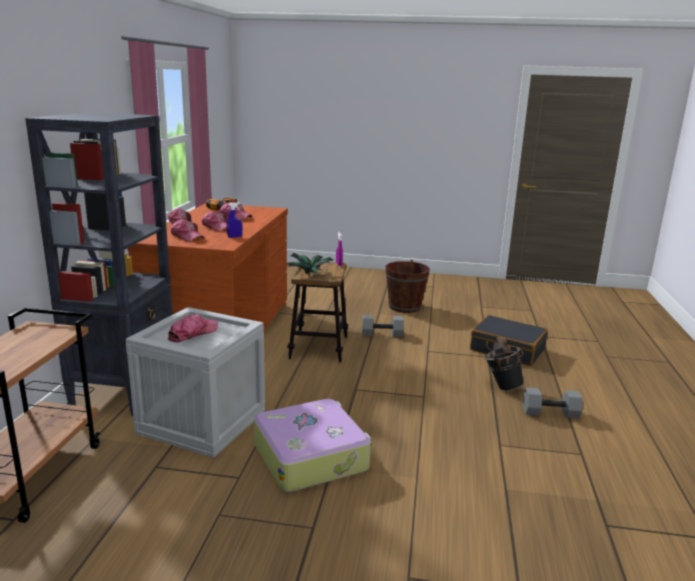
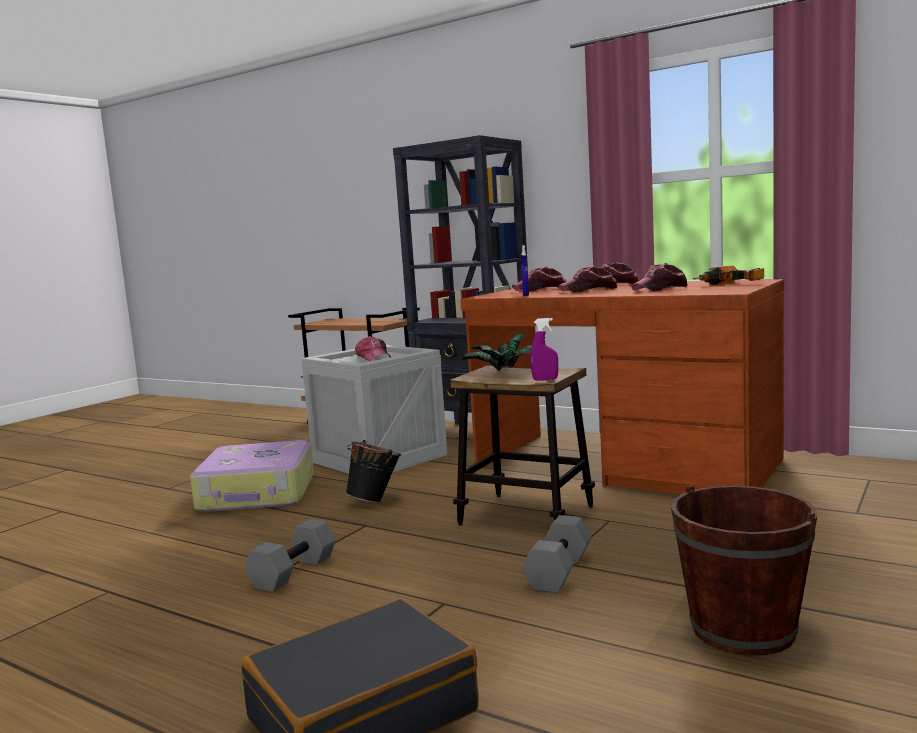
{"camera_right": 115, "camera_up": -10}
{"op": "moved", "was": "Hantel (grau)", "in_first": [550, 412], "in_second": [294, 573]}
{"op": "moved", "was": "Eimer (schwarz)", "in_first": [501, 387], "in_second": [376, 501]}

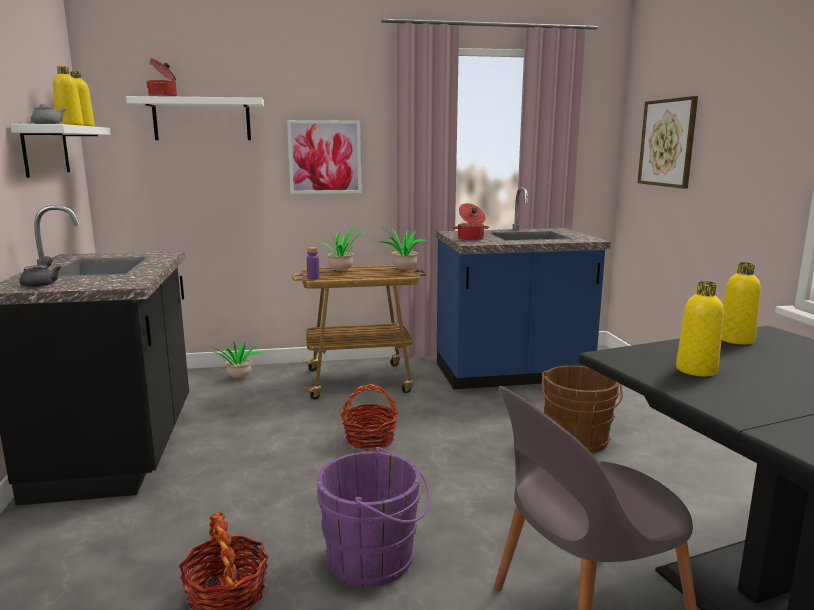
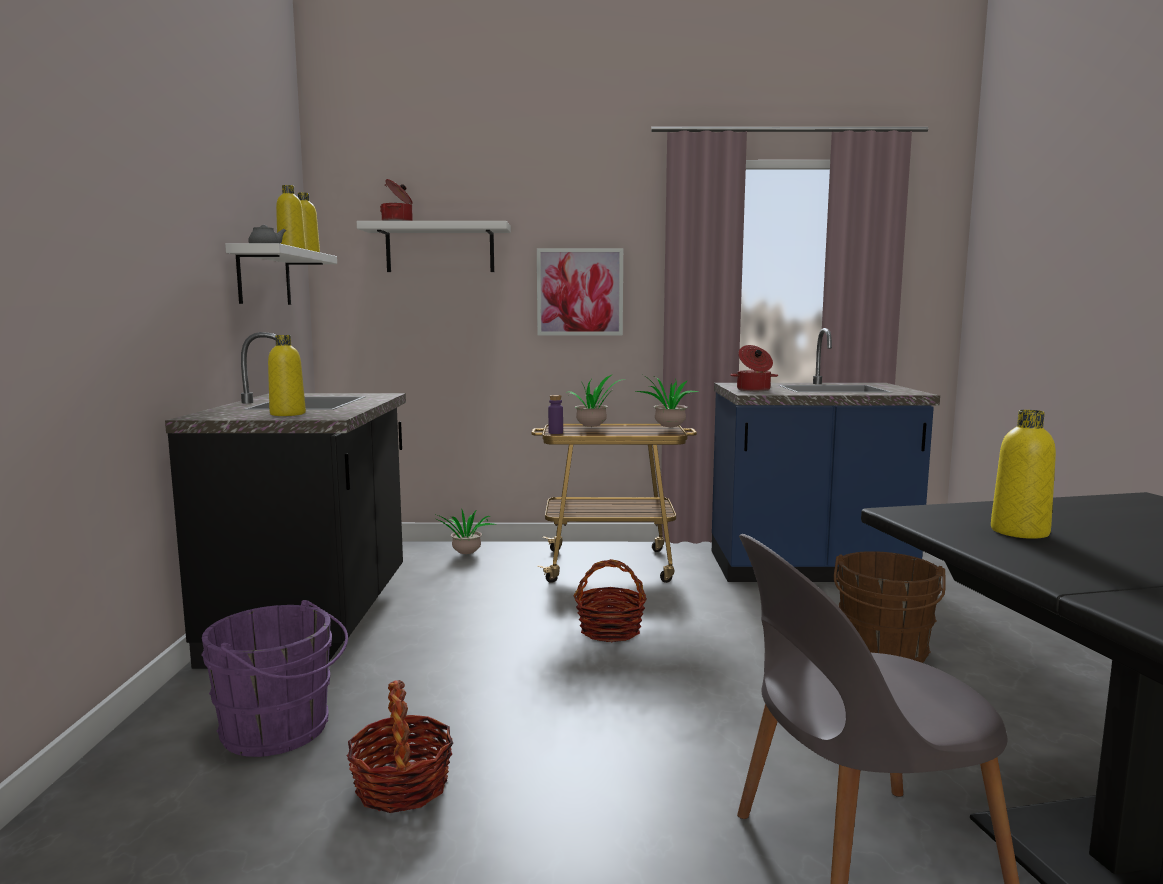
{"camera_right": 10, "camera_up": -5}
{"op": "moved", "was": "Eimer (lila)", "in_first": [376, 559], "in_second": [281, 731]}
{"op": "moved", "was": "Flasche (gelb)", "in_first": [736, 339], "in_second": [287, 414]}
{"op": "removed", "was": "Teekanne (grau)", "in_first": [41, 284]}
{"op": "removed", "was": "Bild", "in_first": [667, 143]}

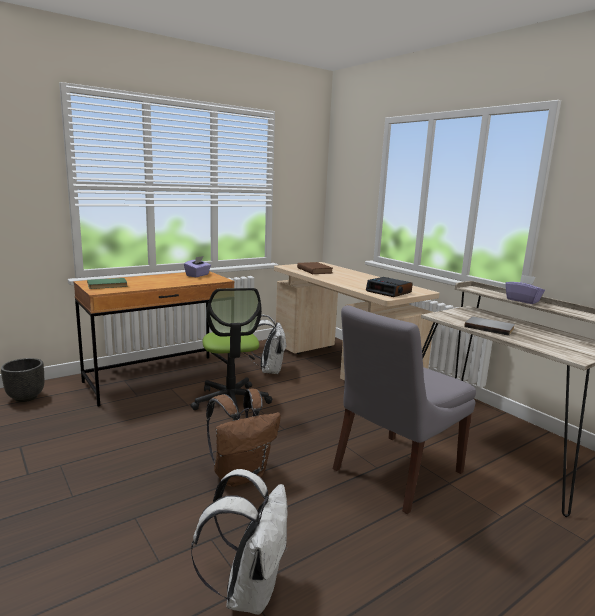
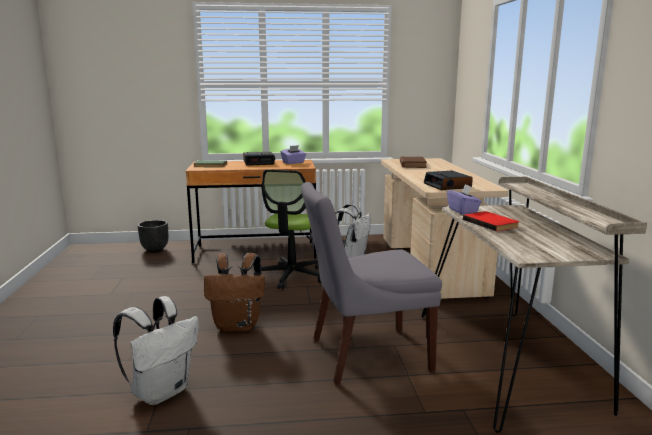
{"camera_right": 30, "camera_up": 0}
{"op": "added", "now": "Wecker", "in_second": [259, 162]}
{"op": "moved", "was": "Taschentuchbox (lila)", "in_first": [522, 300], "in_second": [463, 211]}
{"op": "recoloured", "was": "Buch (grau)", "now": "Buch (rot)", "in_first": [489, 327], "in_second": [491, 223]}

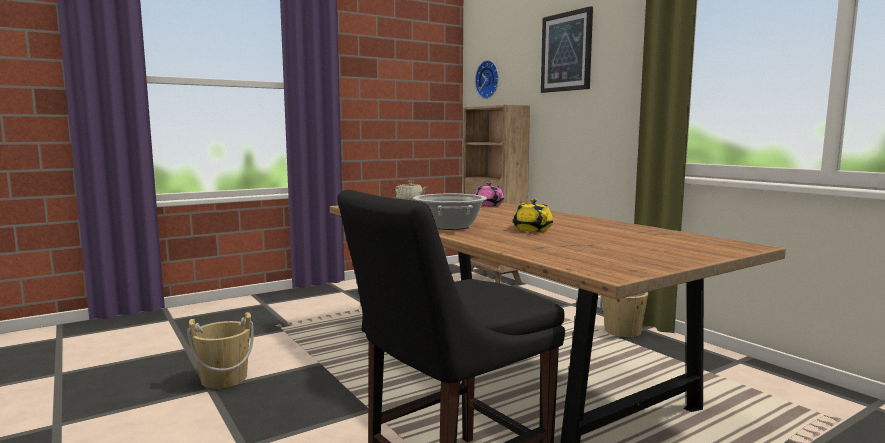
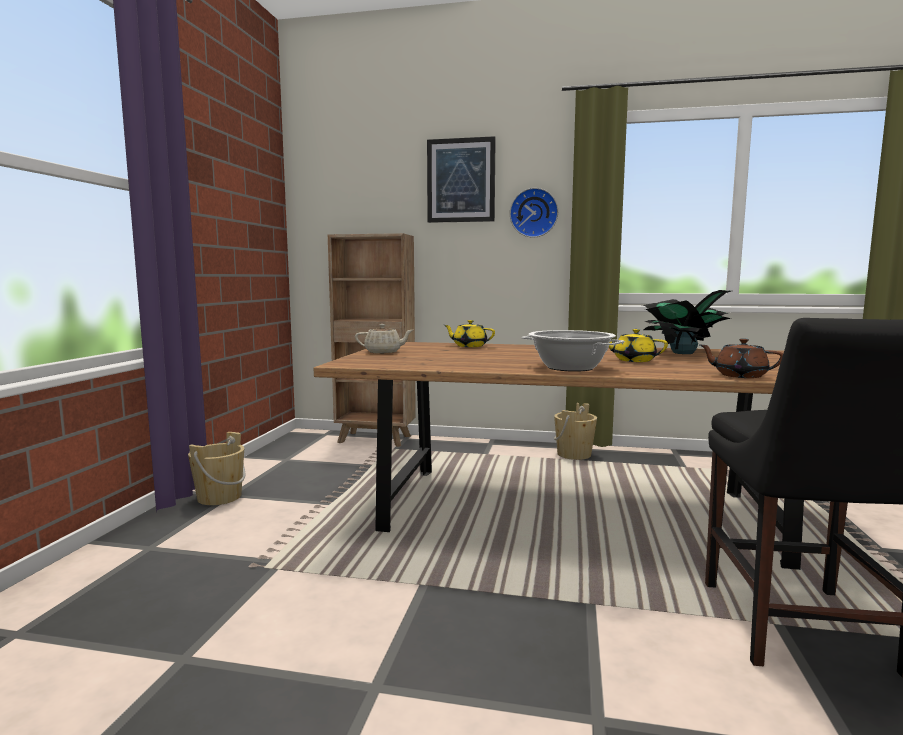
{"camera_right": -45, "camera_up": 0}
{"op": "moved", "was": "Eimer (beige)", "in_first": [224, 379], "in_second": [219, 497]}
{"op": "recoloured", "was": "Teekanne (rosa)", "now": "Teekanne (gelb)", "in_first": [488, 205], "in_second": [469, 346]}
{"op": "moved", "was": "Wanduhr", "in_first": [489, 79], "in_second": [534, 213]}
{"op": "added", "now": "Topfpflanze", "in_second": [682, 353]}
{"op": "added", "now": "Teekanne (braun)", "in_second": [739, 375]}

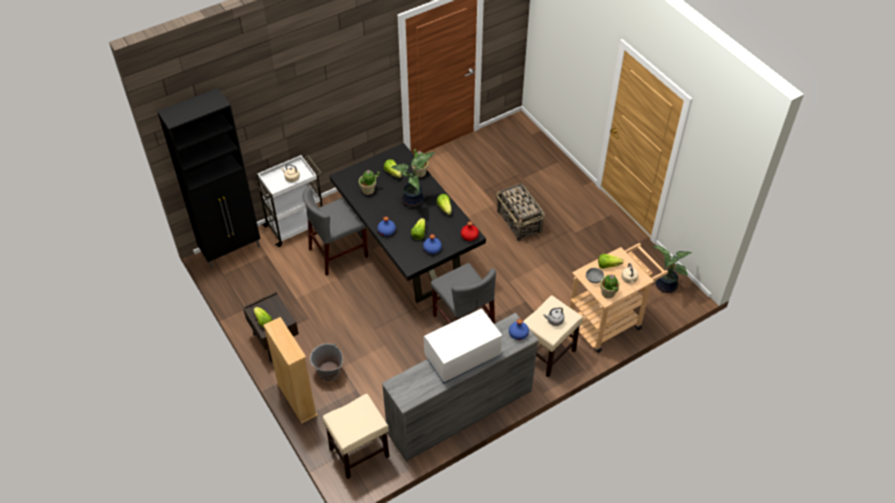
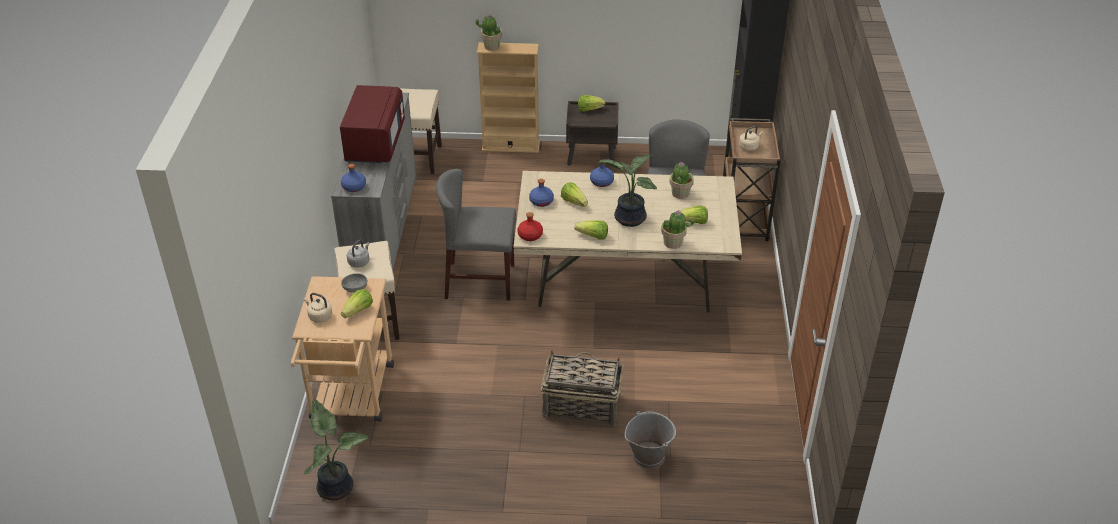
{"camera_right": 125, "camera_up": -10}
{"op": "recoloured", "was": "Mikrowelle (weiß)", "now": "Mikrowelle (rot)", "in_first": [462, 357], "in_second": [375, 143]}
{"op": "moved", "was": "Topfpflanze", "in_first": [608, 293], "in_second": [491, 46]}
{"op": "recoloured", "was": "Esstisch (schwarz)", "now": "Esstisch (beige)", "in_first": [408, 252], "in_second": [622, 286]}
{"op": "moved", "was": "Eimer (grau)", "in_first": [328, 372], "in_second": [648, 456]}
{"op": "recoloured", "was": "Rollwagen (weiß)", "now": "Rollwagen (braun)", "in_first": [296, 225], "in_second": [743, 221]}

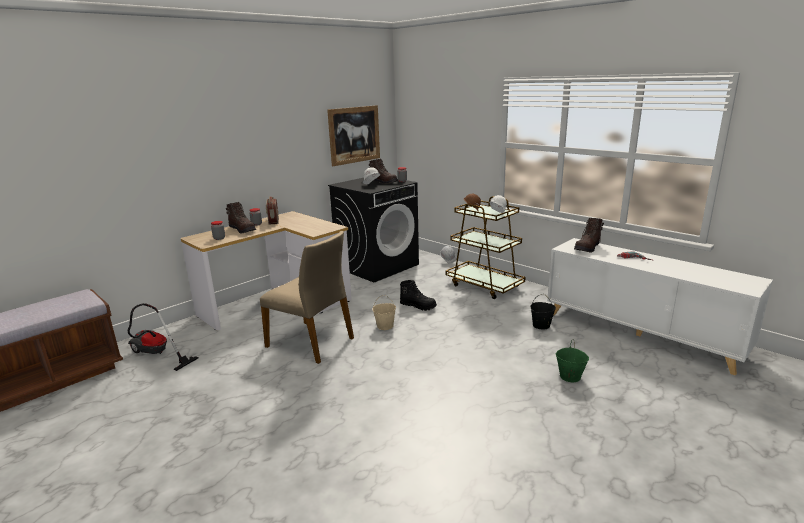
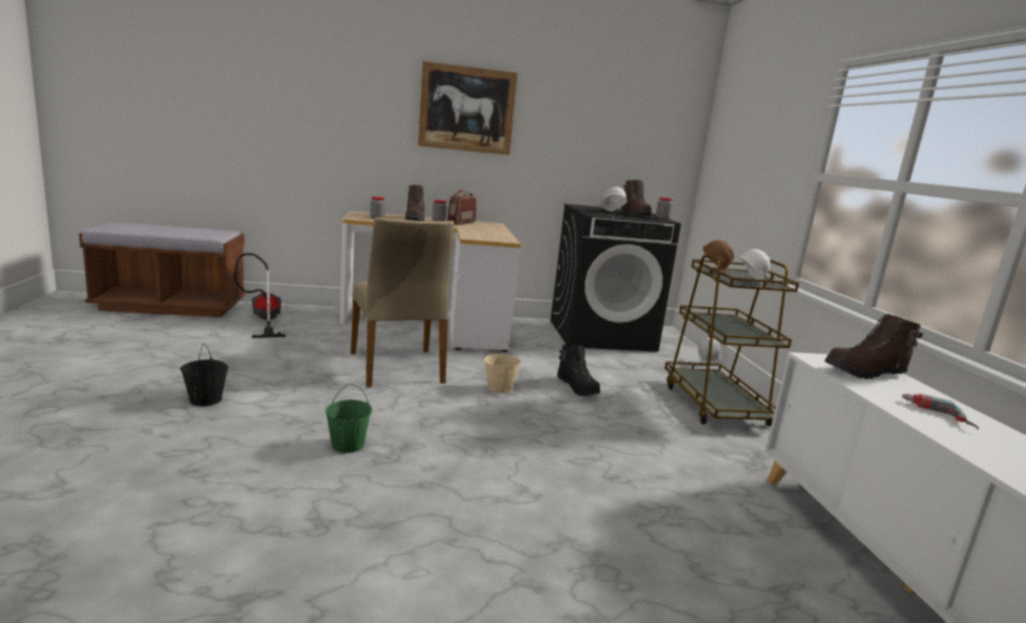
{"camera_right": 35, "camera_up": -5}
{"op": "moved", "was": "Eimer (schwarz)", "in_first": [541, 325], "in_second": [205, 400]}
{"op": "moved", "was": "Eimer (grün)", "in_first": [569, 376], "in_second": [347, 445]}
{"op": "moved", "was": "Bild", "in_first": [354, 135], "in_second": [467, 109]}

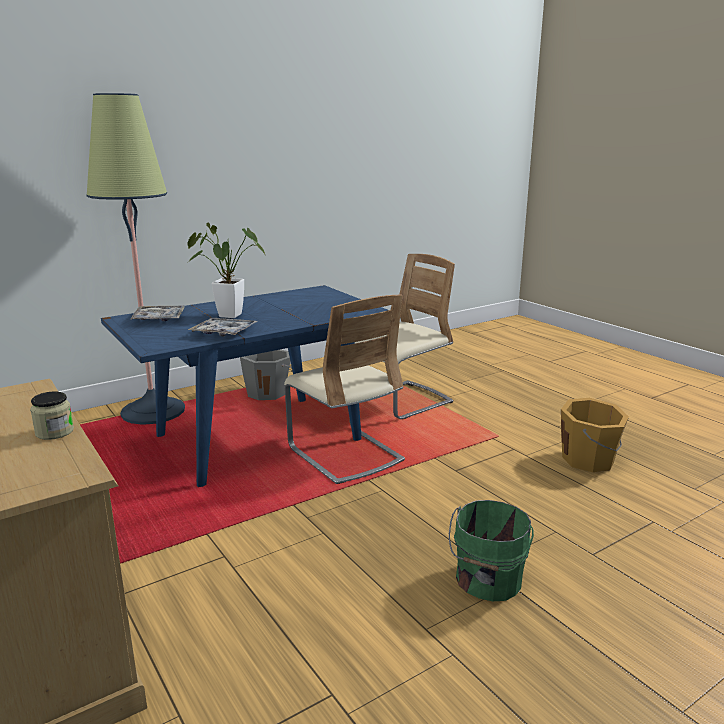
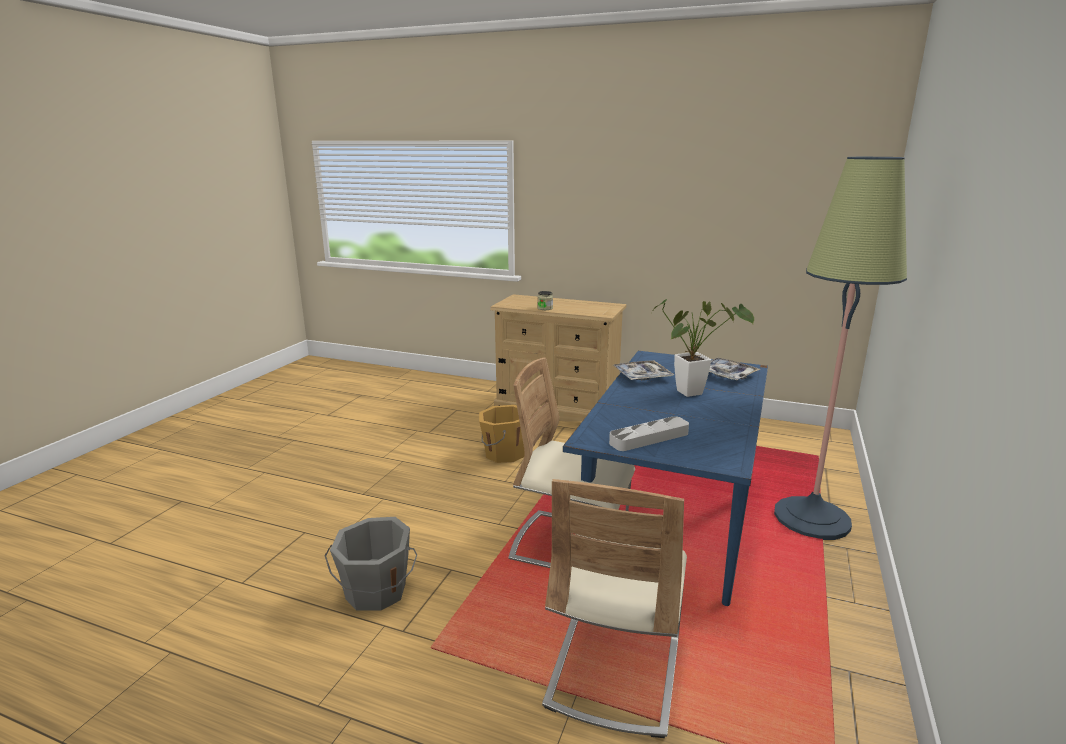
{"camera_right": 145, "camera_up": 0}
{"op": "moved", "was": "Eimer (grau)", "in_first": [268, 393], "in_second": [376, 592]}
{"op": "moved", "was": "Eimer (orange)", "in_first": [589, 460], "in_second": [504, 453]}
{"op": "added", "now": "Tablett (grau)", "in_second": [649, 438]}
{"op": "removed", "was": "Eimer (grün)", "in_first": [487, 580]}

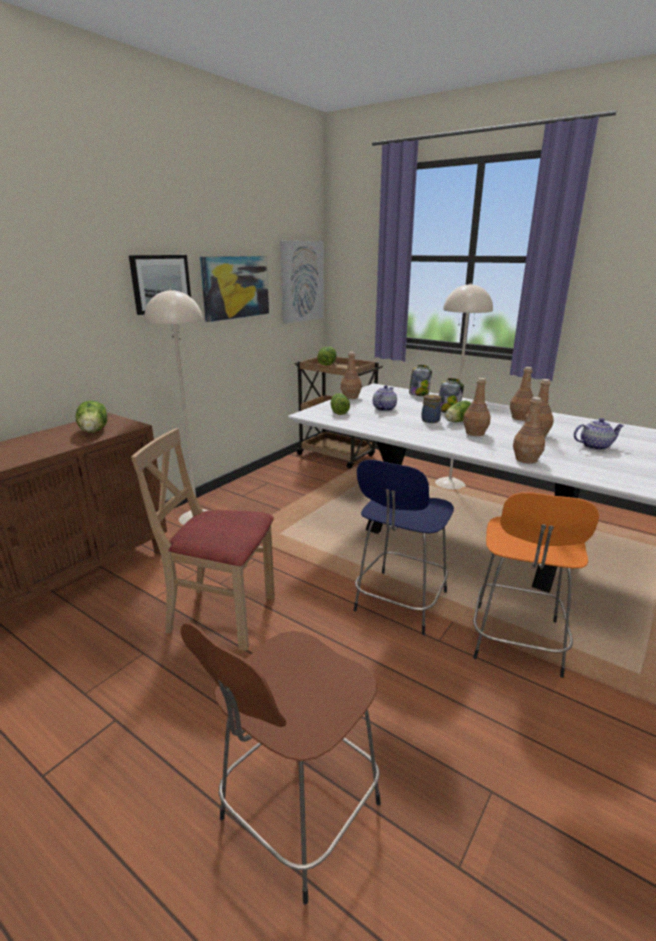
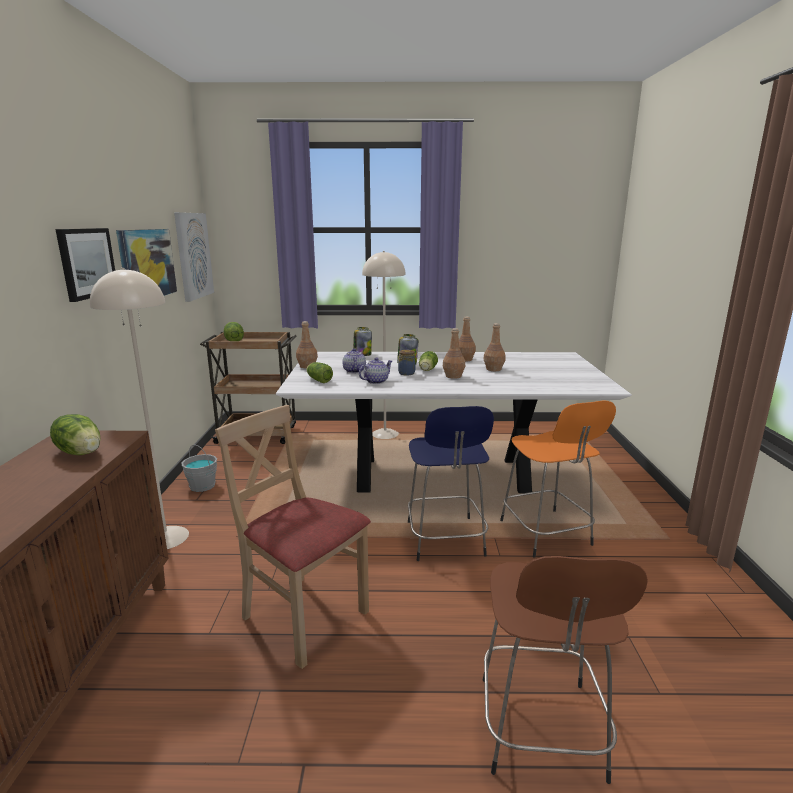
{"camera_right": -35, "camera_up": -5}
{"op": "added", "now": "Eimer (grau)", "in_second": [202, 486]}
{"op": "turned", "was": "Stuhl (beige)", "in_first": [222, 615], "in_second": [304, 616], "clockwise": 60}
{"op": "moved", "was": "Teekanne", "in_first": [595, 446], "in_second": [376, 381]}
{"op": "removed", "was": "Flasche (braun)", "in_first": [526, 459]}

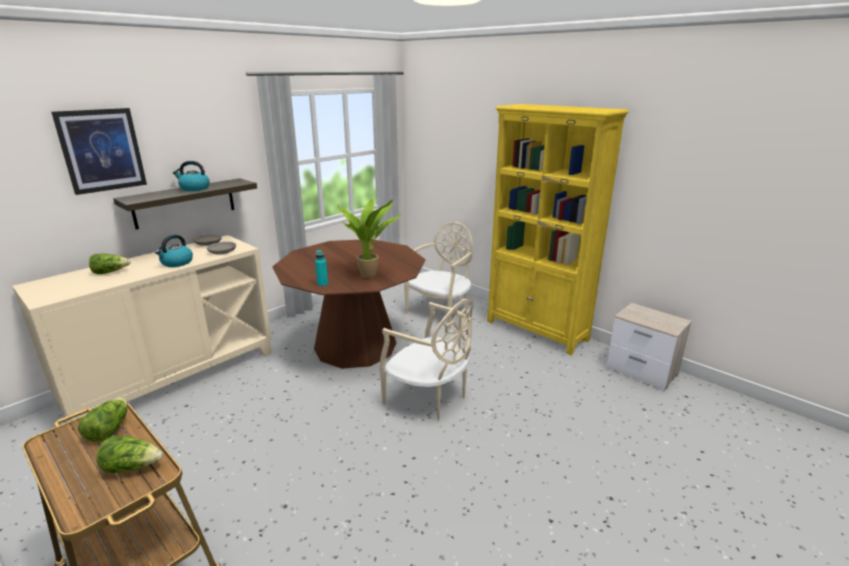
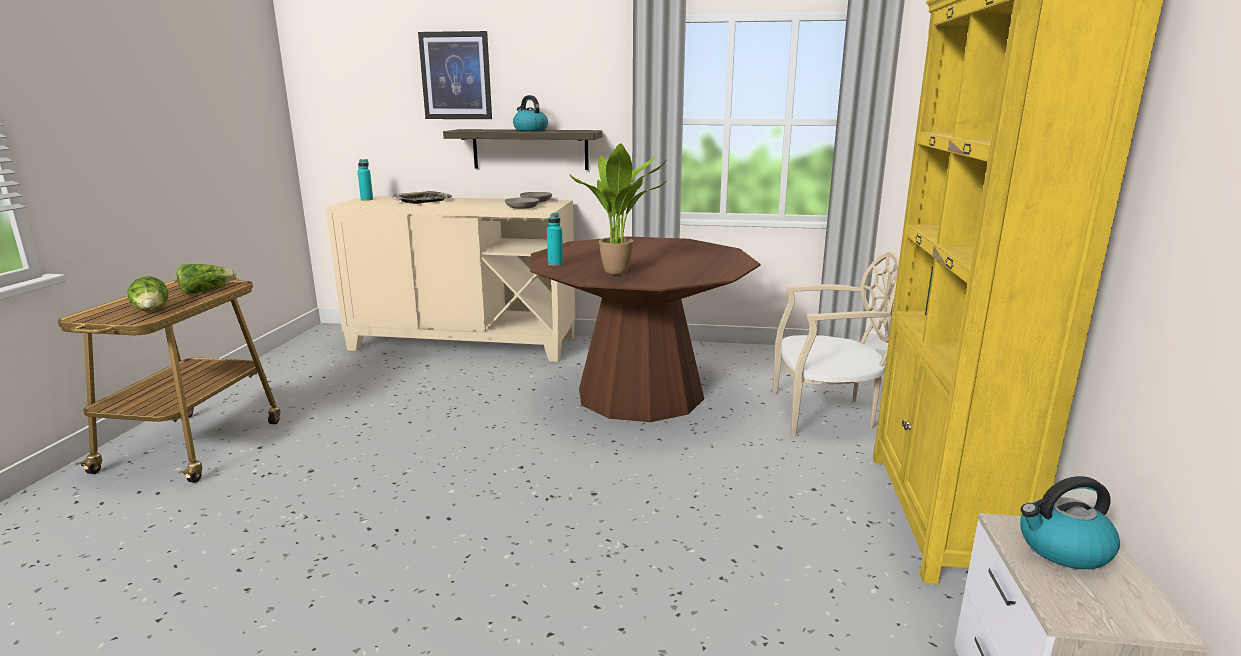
{"camera_right": 55, "camera_up": -5}
{"op": "added", "now": "Flasche (türkis)", "in_second": [367, 199]}
{"op": "replaced", "was": "Salatkopf", "now": "Tablett", "in_first": [110, 272], "in_second": [422, 201]}
{"op": "moved", "was": "Wasserkessel", "in_first": [176, 263], "in_second": [1062, 549]}
{"op": "removed", "was": "Stuhl (beige)", "in_first": [429, 398]}

